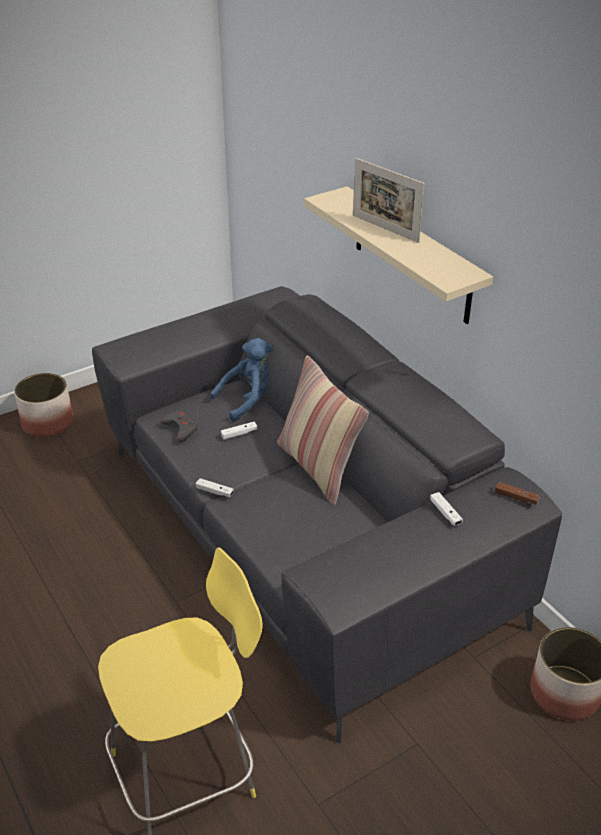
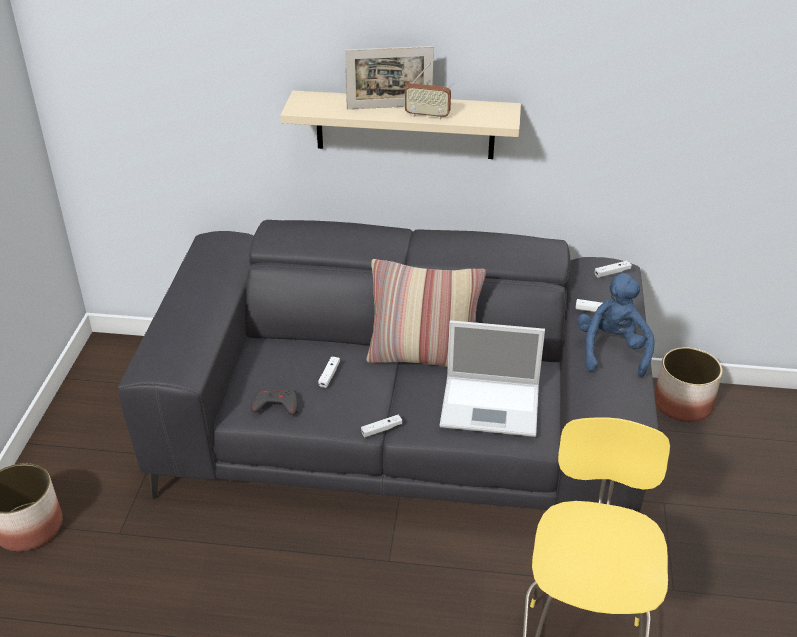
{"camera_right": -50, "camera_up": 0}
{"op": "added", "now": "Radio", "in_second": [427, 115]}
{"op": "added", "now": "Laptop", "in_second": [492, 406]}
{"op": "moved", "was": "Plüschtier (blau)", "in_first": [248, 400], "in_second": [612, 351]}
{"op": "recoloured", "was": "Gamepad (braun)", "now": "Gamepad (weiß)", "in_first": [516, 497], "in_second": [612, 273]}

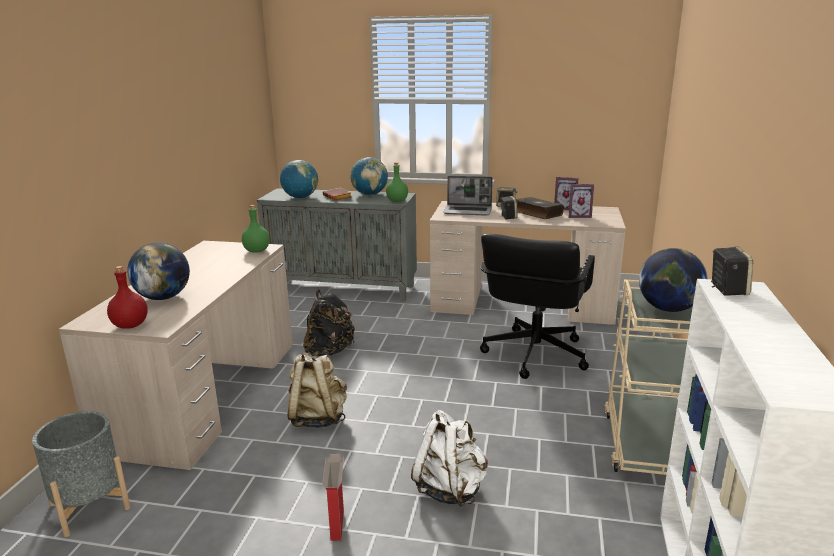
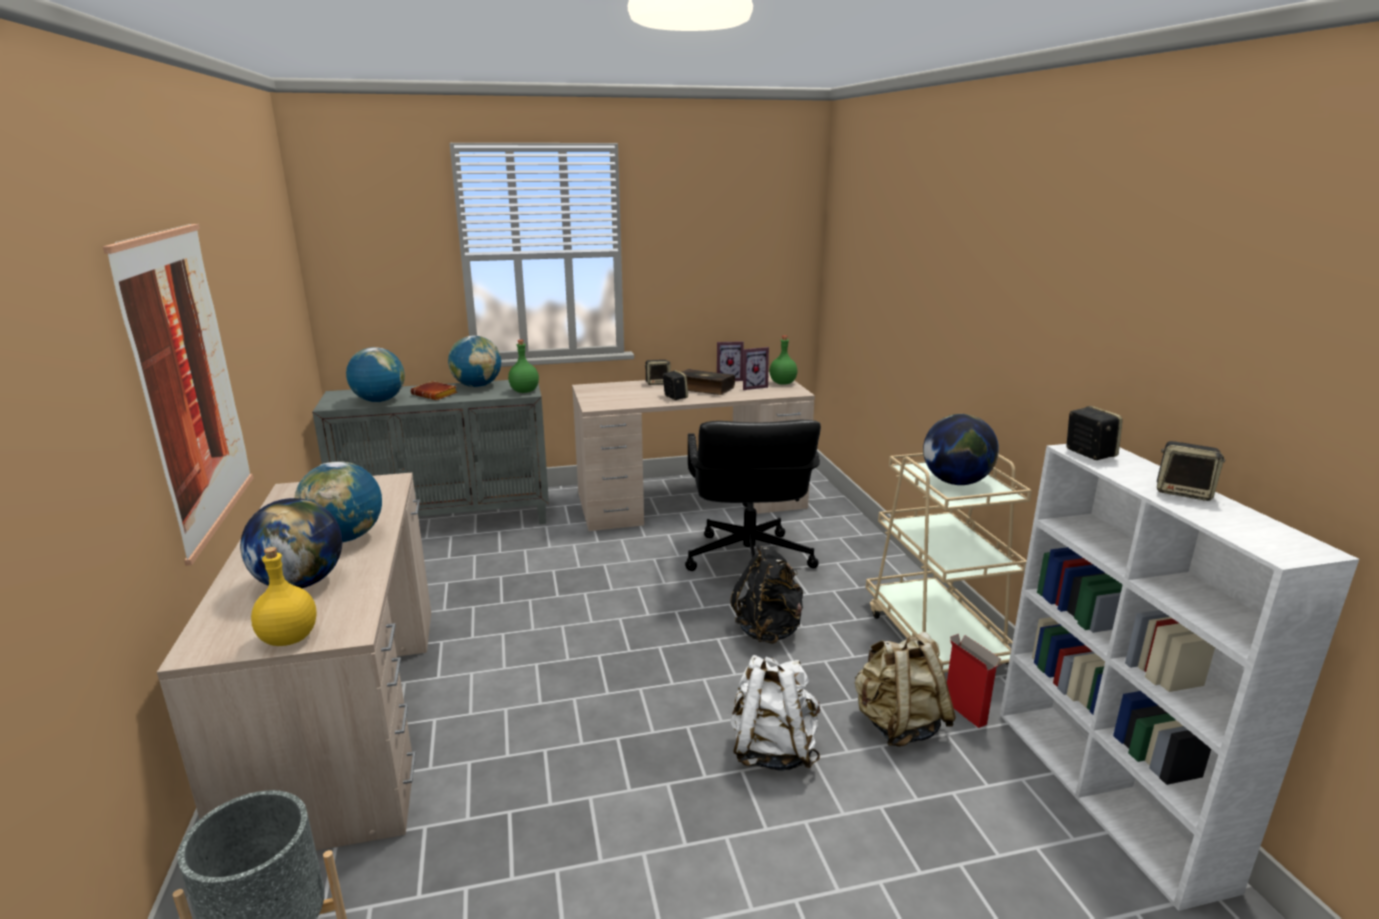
{"camera_right": -25, "camera_up": 0}
{"op": "added", "now": "Bild", "in_second": [189, 383]}
{"op": "recoloured", "was": "Flasche (rot)", "now": "Flasche (gelb)", "in_first": [129, 326], "in_second": [288, 639]}
{"op": "added", "now": "Globus", "in_second": [345, 538]}
{"op": "moved", "was": "Rucksack (schwarz)", "in_first": [329, 351], "in_second": [769, 630]}
{"op": "moved", "was": "Flasche (grün)", "in_first": [257, 251], "in_second": [782, 383]}
{"op": "moved", "was": "Rucksack (beige)", "in_first": [318, 418], "in_second": [898, 725]}
{"op": "moved", "was": "Karton", "in_first": [337, 525], "in_second": [966, 713]}
{"op": "added", "now": "Lautsprecher", "in_second": [1184, 492]}
{"op": "removed", "was": "Laptop", "in_first": [468, 211]}

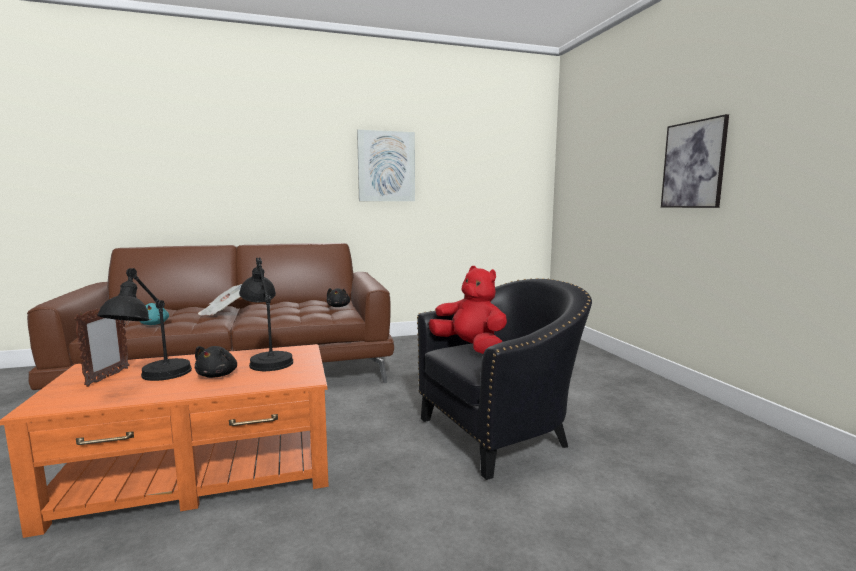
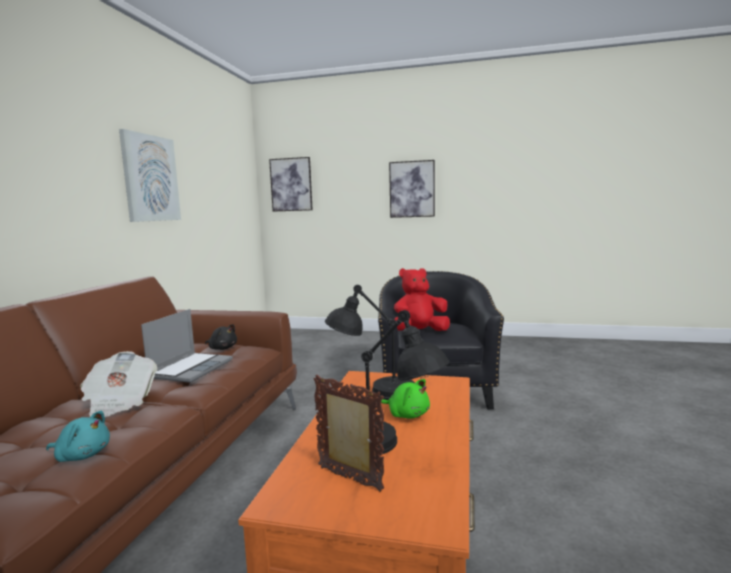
{"camera_right": -60, "camera_up": 0}
{"op": "added", "now": "Laptop", "in_second": [191, 368]}
{"op": "added", "now": "Bild", "in_second": [291, 184]}
{"op": "recoloured", "was": "Plüschtier (schwarz)", "now": "Plüschtier (grün)", "in_first": [218, 375], "in_second": [407, 414]}

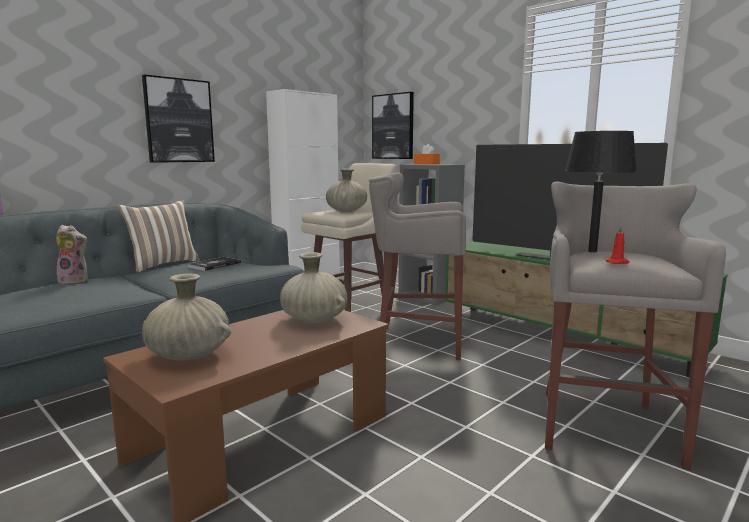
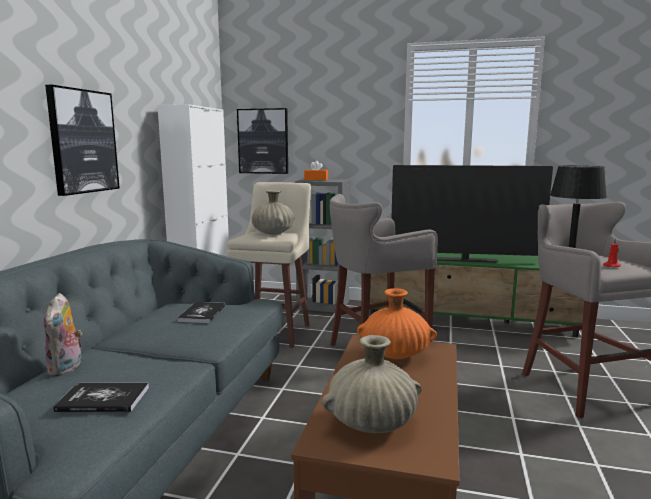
{"camera_right": -30, "camera_up": 0}
{"op": "turned", "was": "Plüschtier", "in_first": [76, 281], "in_second": [67, 369], "clockwise": 105}
{"op": "added", "now": "Buch", "in_second": [103, 399]}
{"op": "recoloured", "was": "Vase (beige)", "now": "Vase (orange)", "in_first": [314, 320], "in_second": [395, 355]}
{"op": "removed", "was": "Kissen", "in_first": [163, 264]}

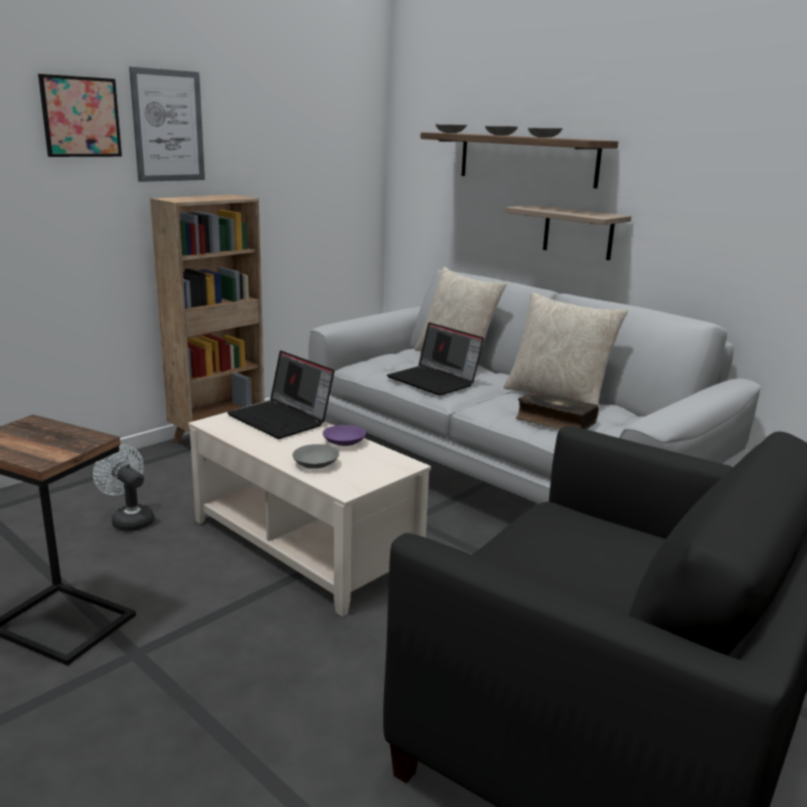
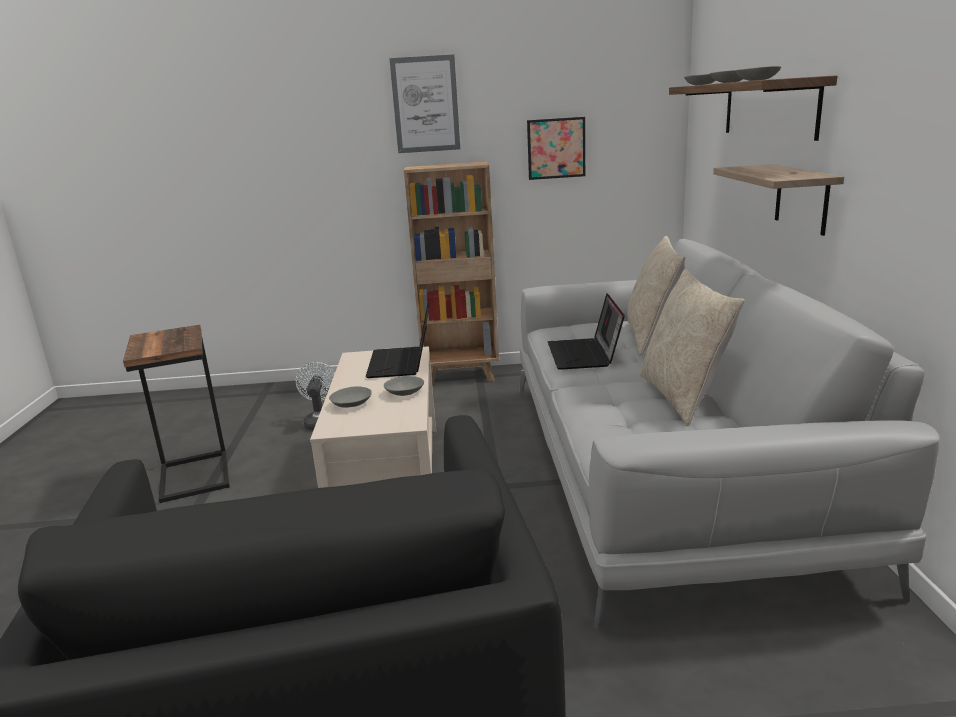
{"camera_right": 45, "camera_up": 0}
{"op": "recoloured", "was": "Schüssel (lila)", "now": "Schüssel (grau)", "in_first": [343, 442], "in_second": [404, 392]}
{"op": "moved", "was": "Bild", "in_first": [81, 117], "in_second": [556, 148]}
{"op": "removed", "was": "Buch", "in_first": [555, 421]}

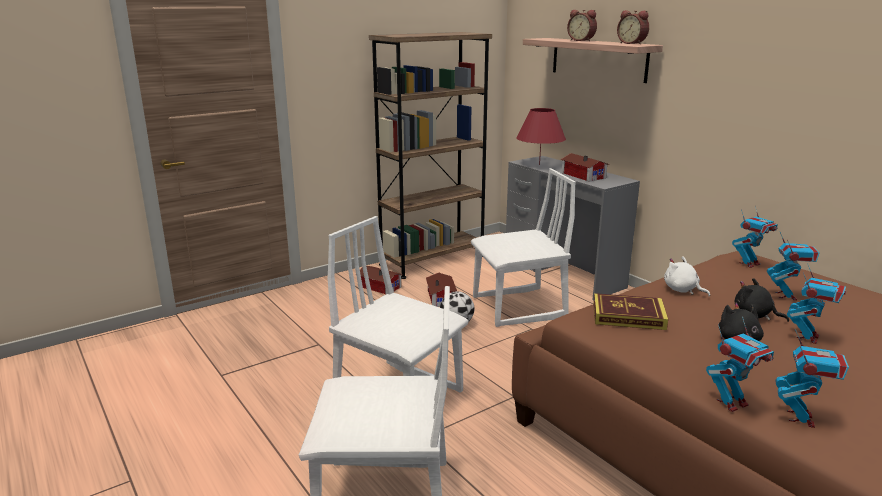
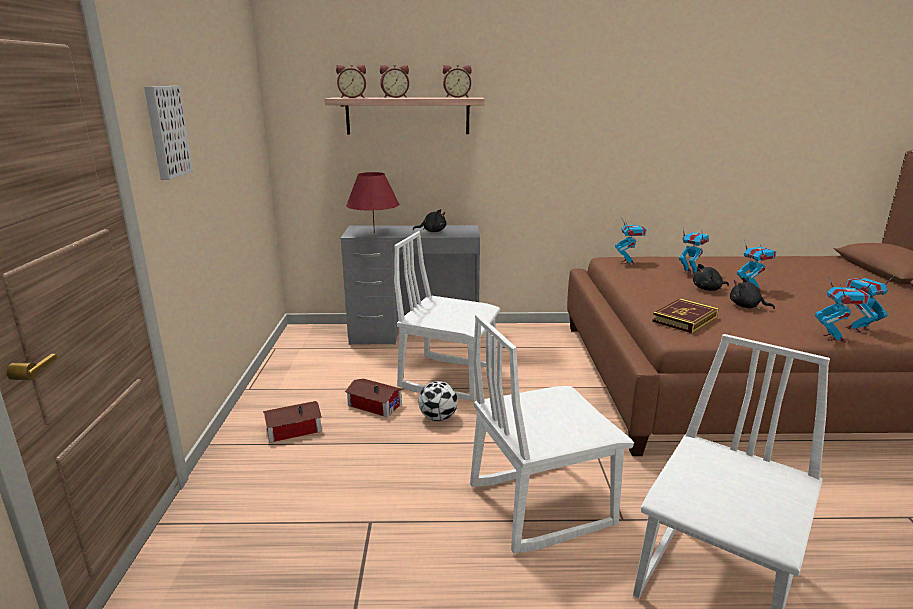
{"camera_right": -55, "camera_up": 0}
{"op": "added", "now": "Bild", "in_second": [165, 132]}
{"op": "added", "now": "Wecker", "in_second": [352, 97]}
{"op": "turned", "was": "Stuhl (weiß)", "in_first": [519, 308], "in_second": [448, 377], "clockwise": -90}
{"op": "replaced", "was": "Spielzeughaus", "now": "Plüschtier (schwarz)", "in_first": [583, 175], "in_second": [432, 231]}
{"op": "turned", "was": "Spielzeugroboter", "in_first": [801, 418], "in_second": [857, 329], "clockwise": -75}
{"op": "removed", "was": "Bücherregal (braun)", "in_first": [432, 260]}
{"op": "removed", "was": "Plüschtier (weiß)", "in_first": [682, 290]}

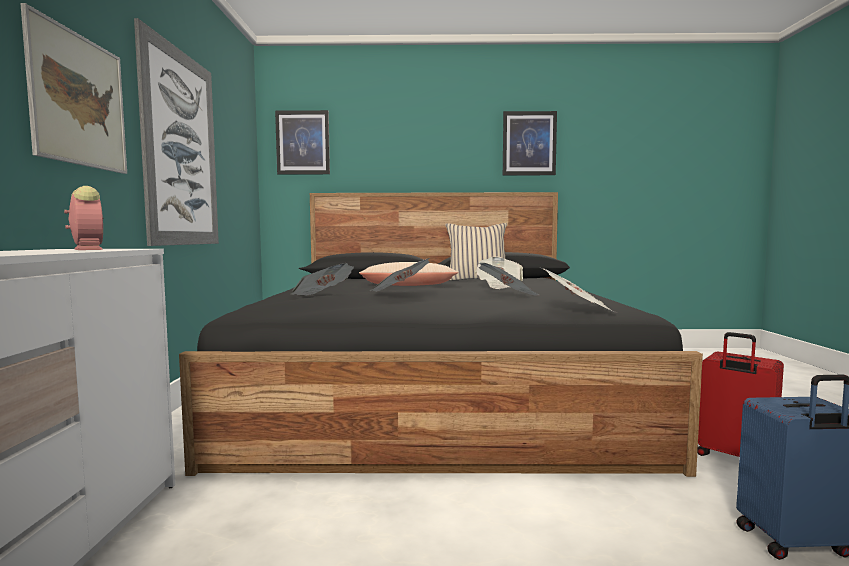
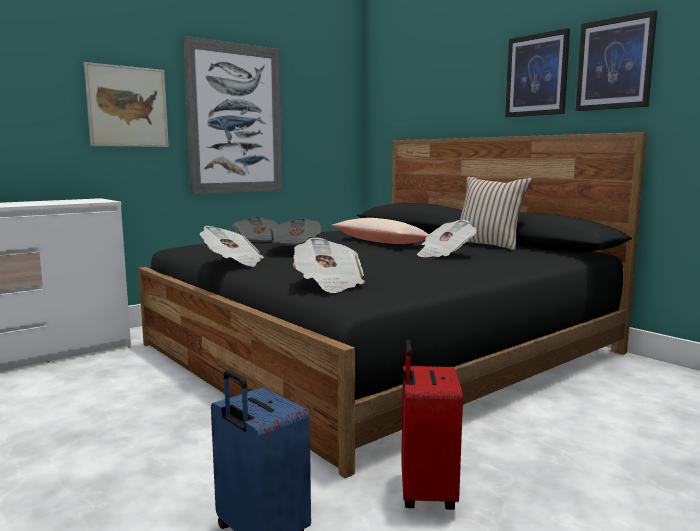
{"camera_right": 50, "camera_up": 5}
{"op": "moved", "was": "Zeitung", "in_first": [508, 296], "in_second": [233, 262]}
{"op": "moved", "was": "Bild", "in_first": [303, 143], "in_second": [536, 75]}
{"op": "removed", "was": "Wecker", "in_first": [87, 249]}

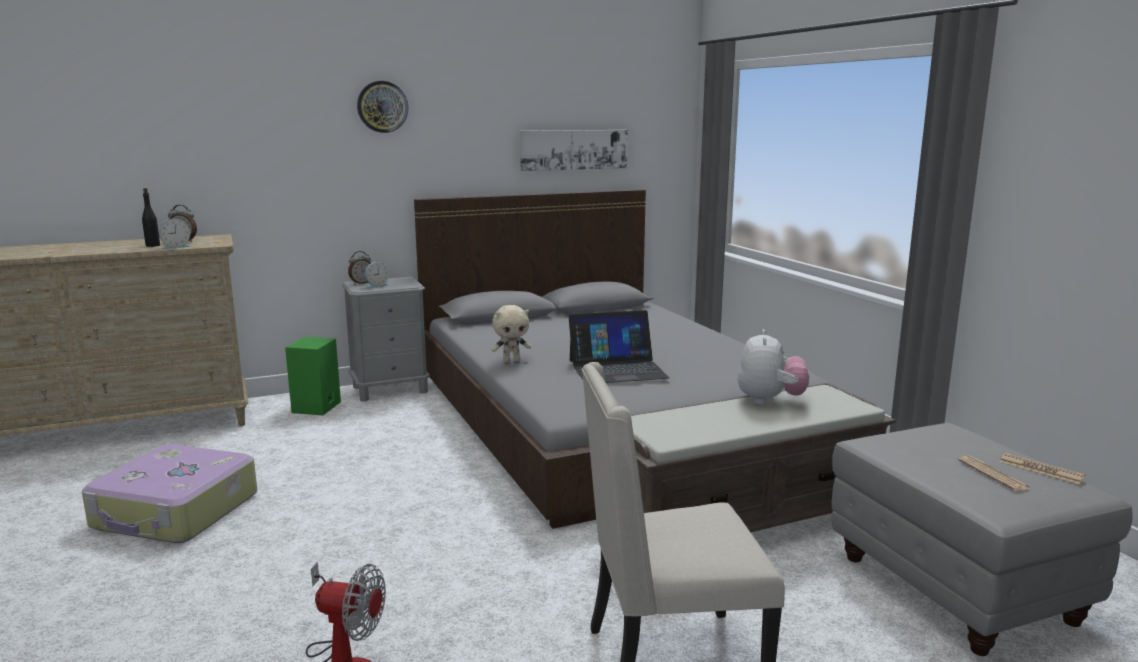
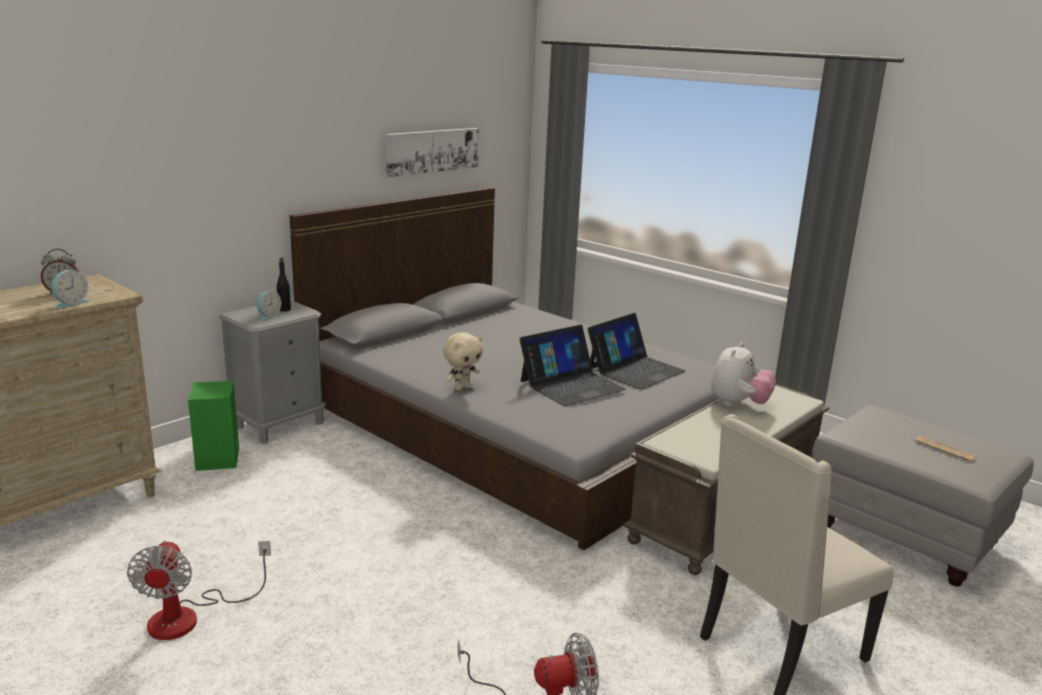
{"camera_right": -25, "camera_up": 5}
{"op": "replaced", "was": "Koffer", "now": "Ventilator", "in_first": [176, 512], "in_second": [190, 616]}
{"op": "moved", "was": "Flasche (schwarz)", "in_first": [152, 245], "in_second": [284, 309]}
{"op": "added", "now": "Laptop", "in_second": [635, 370]}
{"op": "turned", "was": "Plüschtier", "in_first": [770, 401], "in_second": [738, 404], "clockwise": 45}
{"op": "removed", "was": "Wecker", "in_first": [361, 283]}
{"op": "removed", "was": "Wanduhr", "in_first": [382, 107]}
{"op": "removed", "was": "Zeitung", "in_first": [1041, 469]}

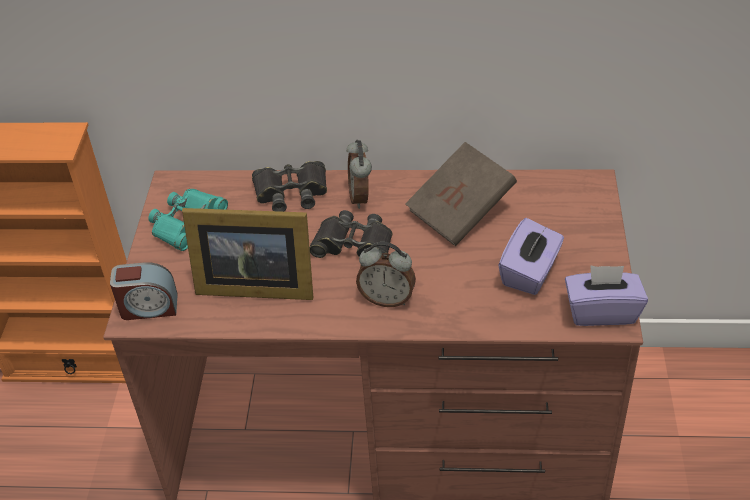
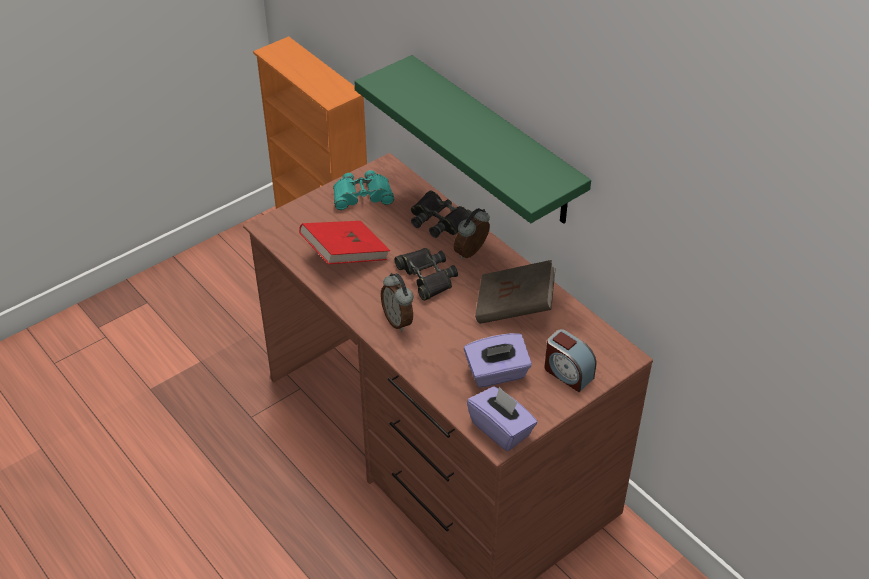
{"camera_right": 45, "camera_up": 0}
{"op": "replaced", "was": "Bilderrahmen", "now": "Buch (rot)", "in_first": [253, 284], "in_second": [345, 256]}
{"op": "added", "now": "Wandregal (grün)", "in_second": [494, 141]}
{"op": "moved", "was": "Wecker", "in_first": [149, 307], "in_second": [567, 373]}

